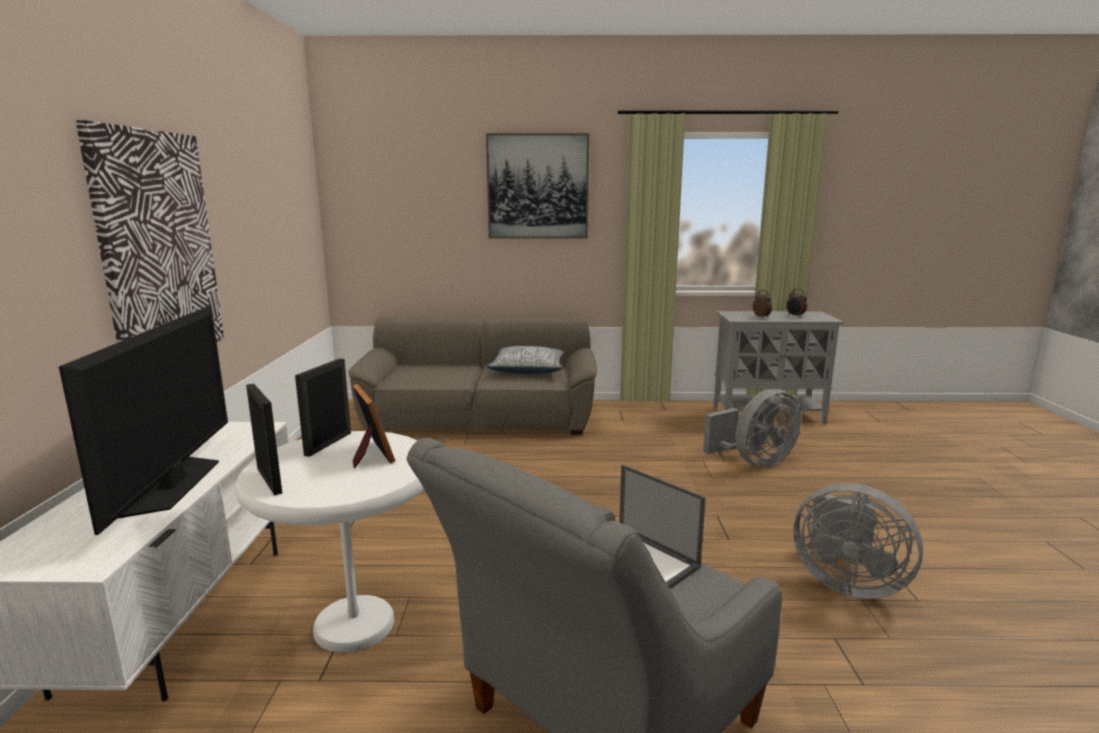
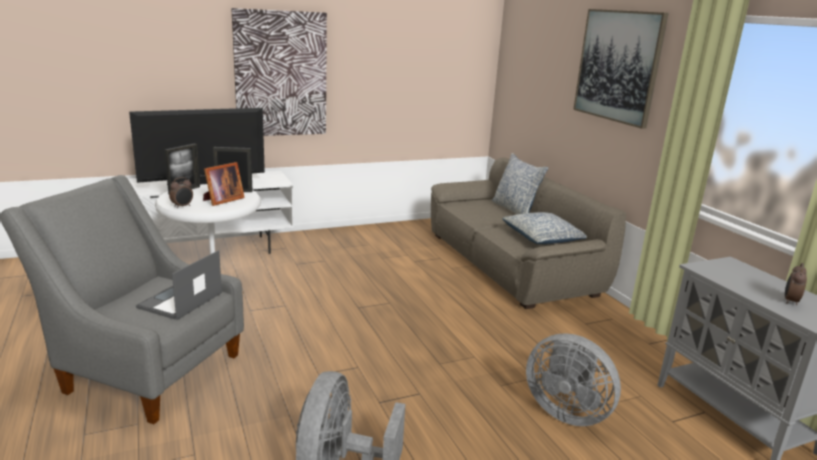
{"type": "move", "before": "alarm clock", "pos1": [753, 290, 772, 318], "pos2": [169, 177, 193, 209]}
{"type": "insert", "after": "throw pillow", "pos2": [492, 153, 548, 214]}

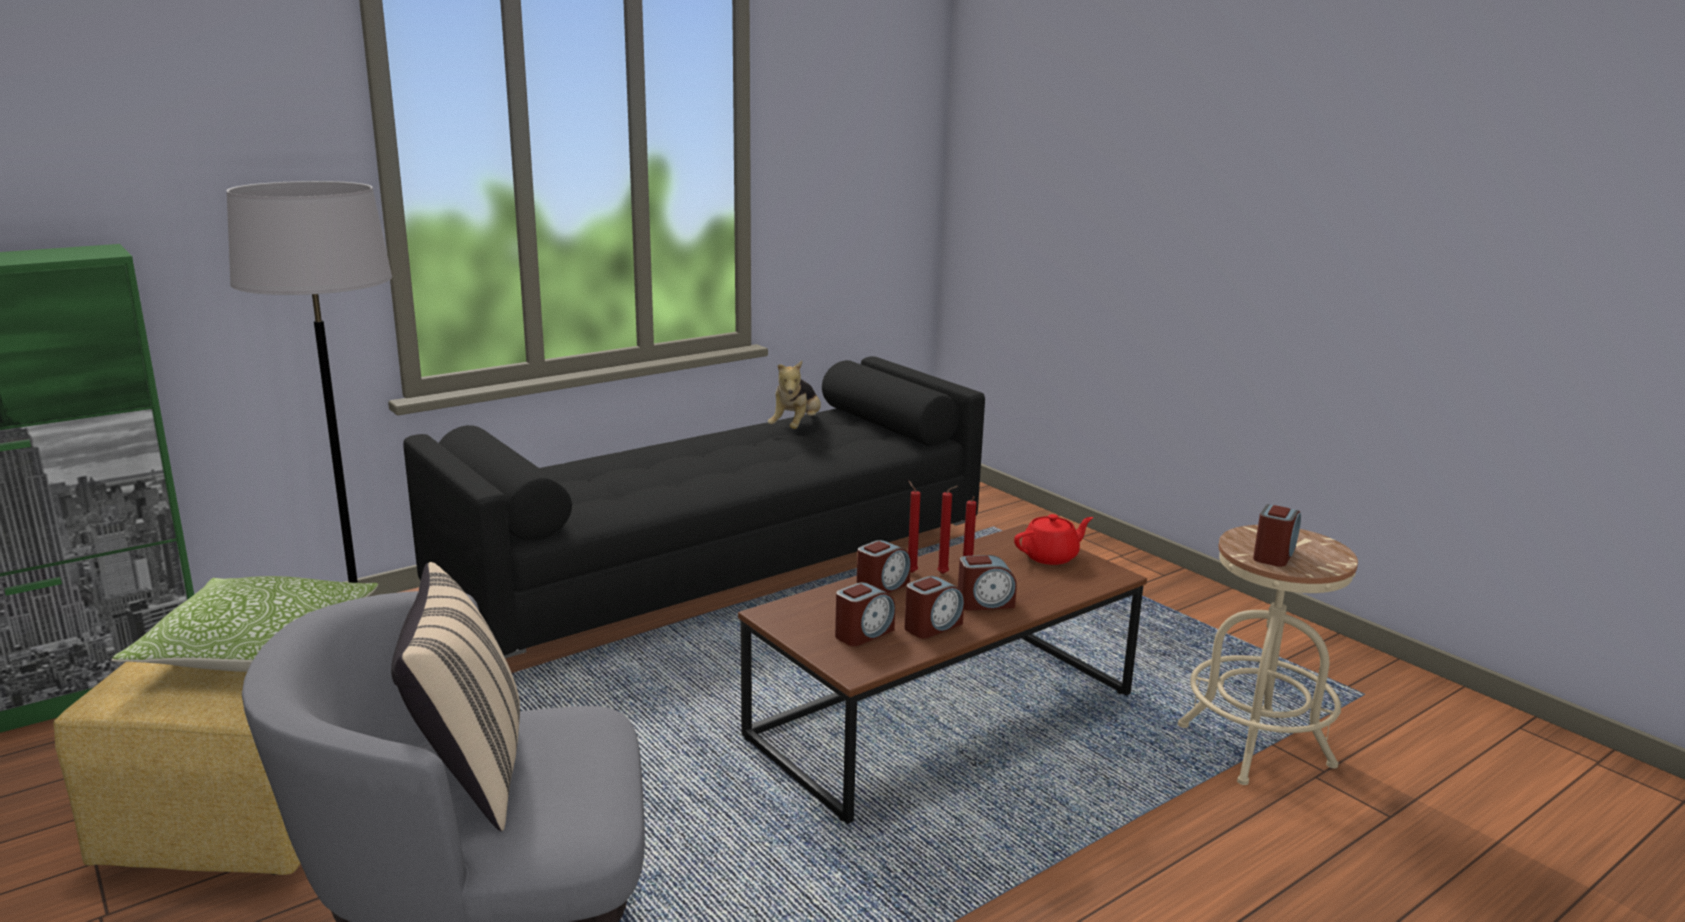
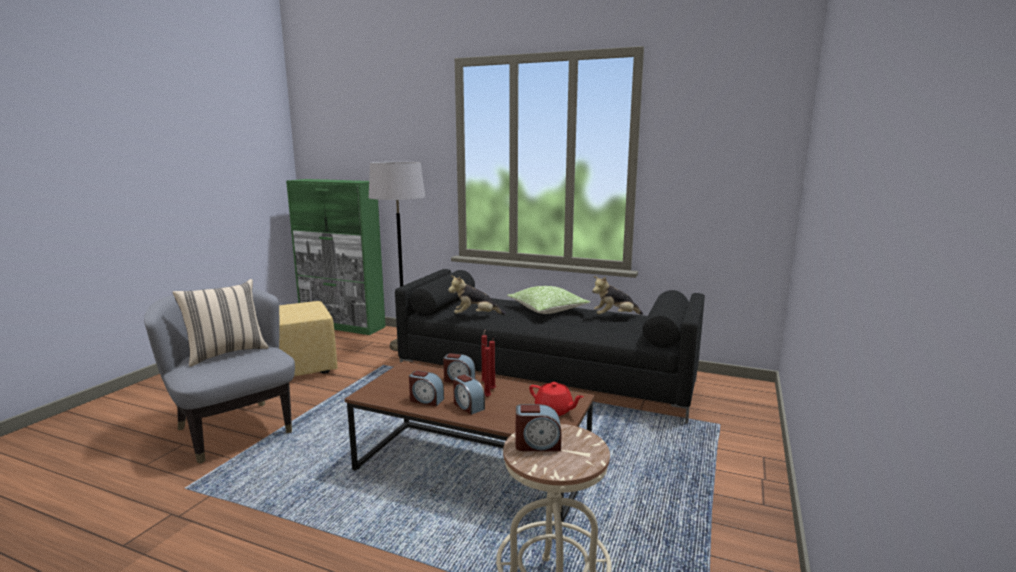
{"type": "insert", "after": "plush toy", "pos2": [448, 275, 506, 315]}
{"type": "move", "before": "throw pillow", "pos1": [111, 576, 378, 672], "pos2": [507, 286, 590, 314]}
{"type": "delete", "before": "alarm clock", "pos1": [835, 582, 895, 646]}

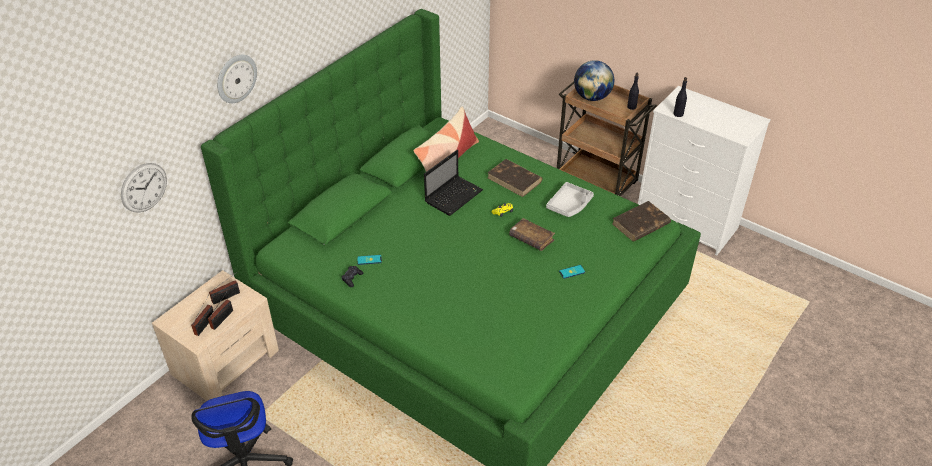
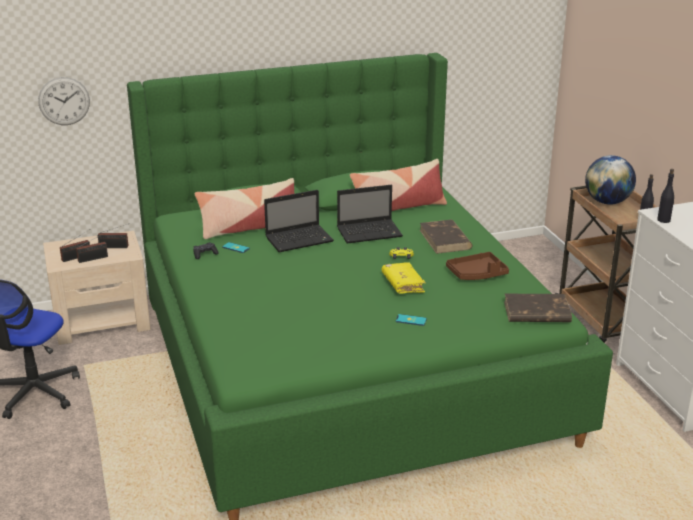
{"type": "insert", "after": "throw pillow", "pos2": [195, 178, 294, 239]}
{"type": "insert", "after": "laptop", "pos2": [264, 190, 334, 252]}
{"type": "recolor", "before": "brown volume", "after": "yellowish volume", "pos1": [509, 218, 555, 251], "pos2": [382, 262, 426, 294]}
{"type": "recolor", "before": "gray tray", "after": "brown tray", "pos1": [546, 182, 594, 217], "pos2": [446, 252, 509, 280]}
{"type": "delete", "before": "clock on the wall", "pos1": [217, 55, 257, 103]}

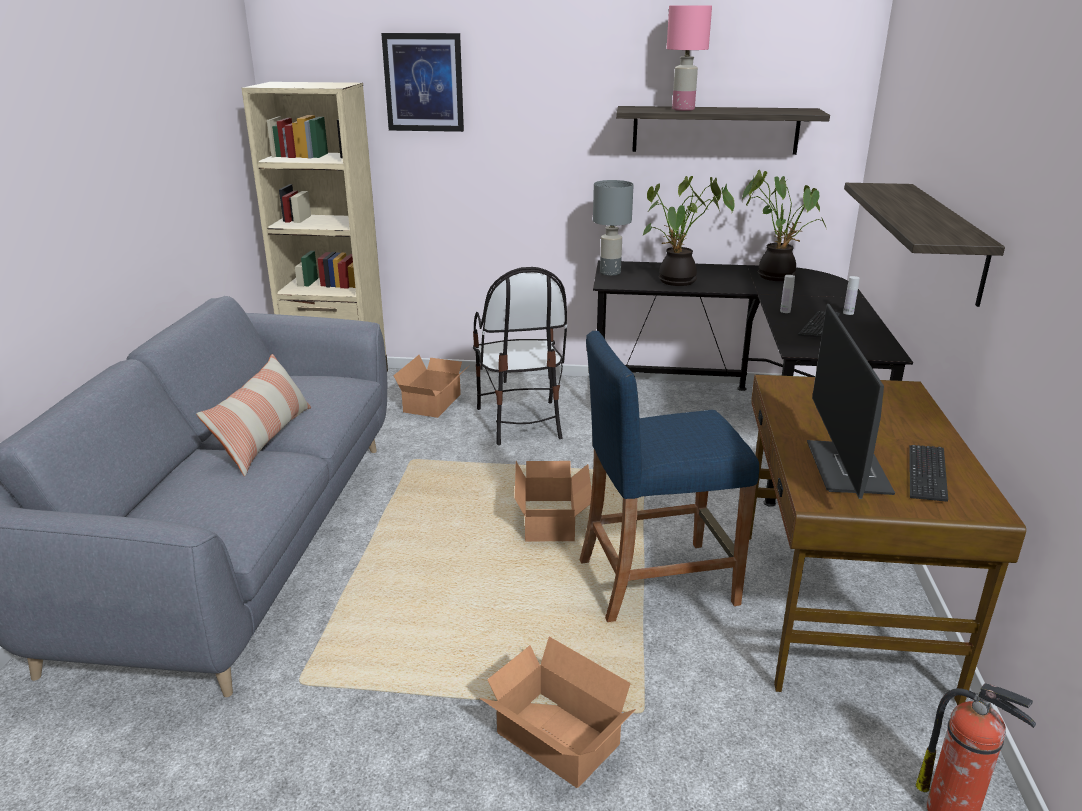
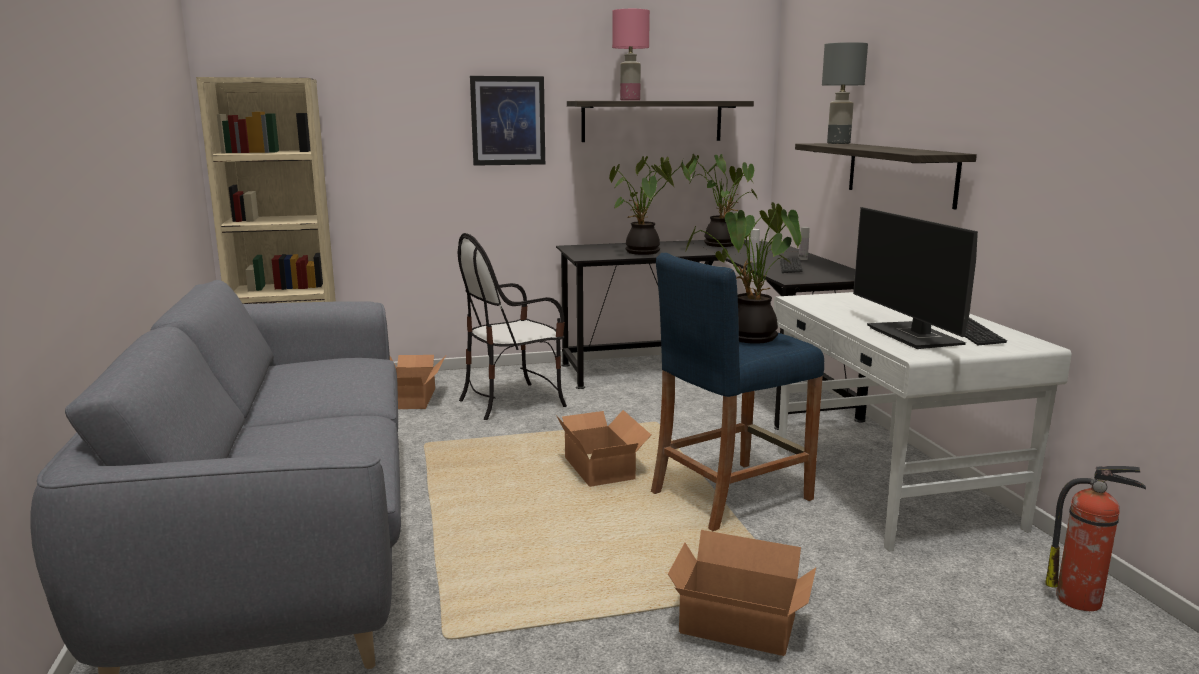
{"type": "rotate", "before": "upright chair", "pos1": [473, 267, 567, 445], "pos2": [458, 233, 567, 420], "turn": 90}
{"type": "move", "before": "wall art", "pos1": [381, 33, 464, 132], "pos2": [470, 76, 545, 166]}
{"type": "insert", "after": "potted plant", "pos2": [684, 202, 802, 344]}
{"type": "recolor", "before": "brown desk table", "after": "white-coloured desk table", "pos1": [749, 374, 1026, 705], "pos2": [774, 292, 1072, 552]}
{"type": "move", "before": "gray tabletop lamp", "pos1": [593, 180, 634, 276], "pos2": [822, 42, 868, 144]}
{"type": "delete", "before": "throw pillow", "pos1": [196, 354, 311, 476]}

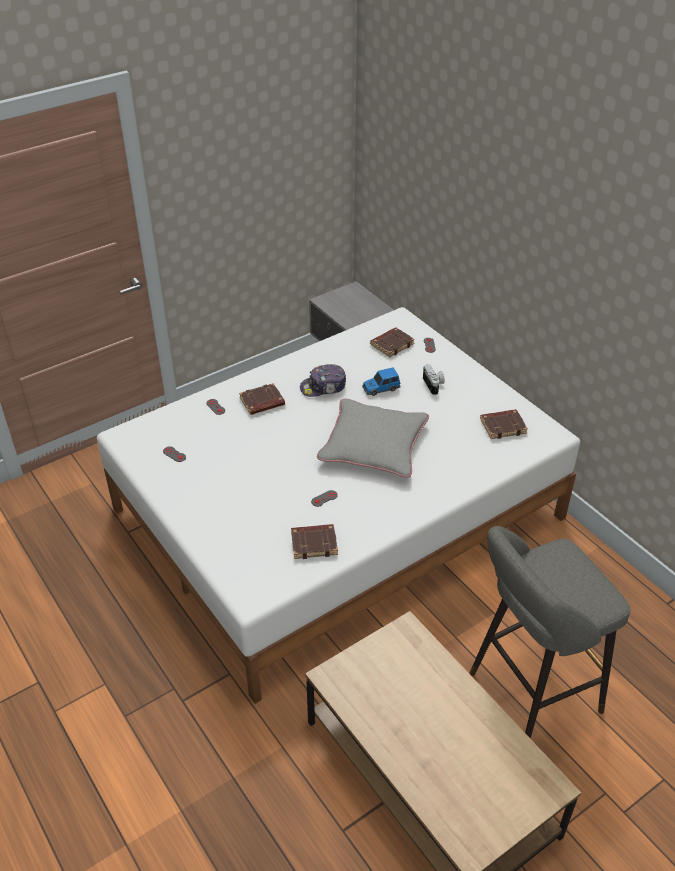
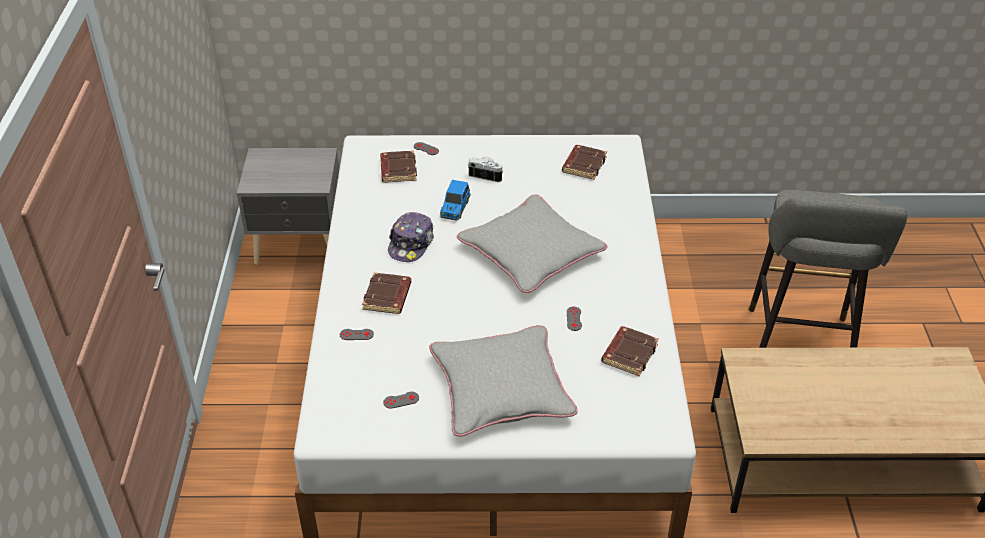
{"type": "insert", "after": "gray throw pillow", "pos2": [429, 325, 578, 437]}

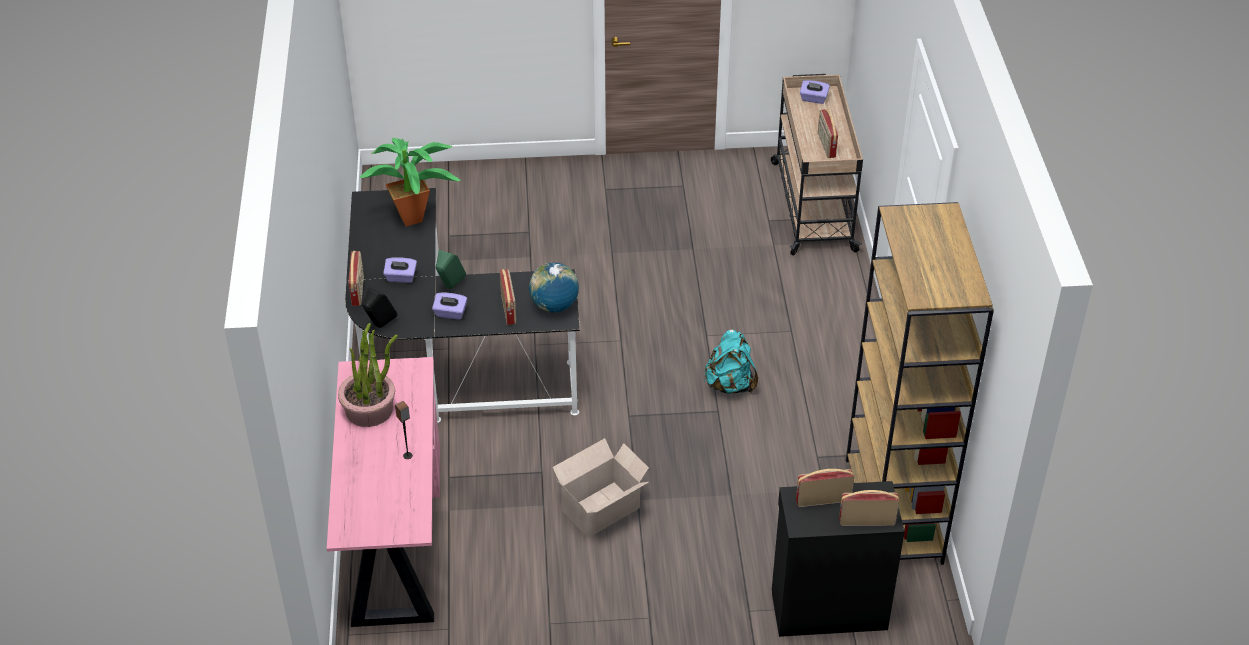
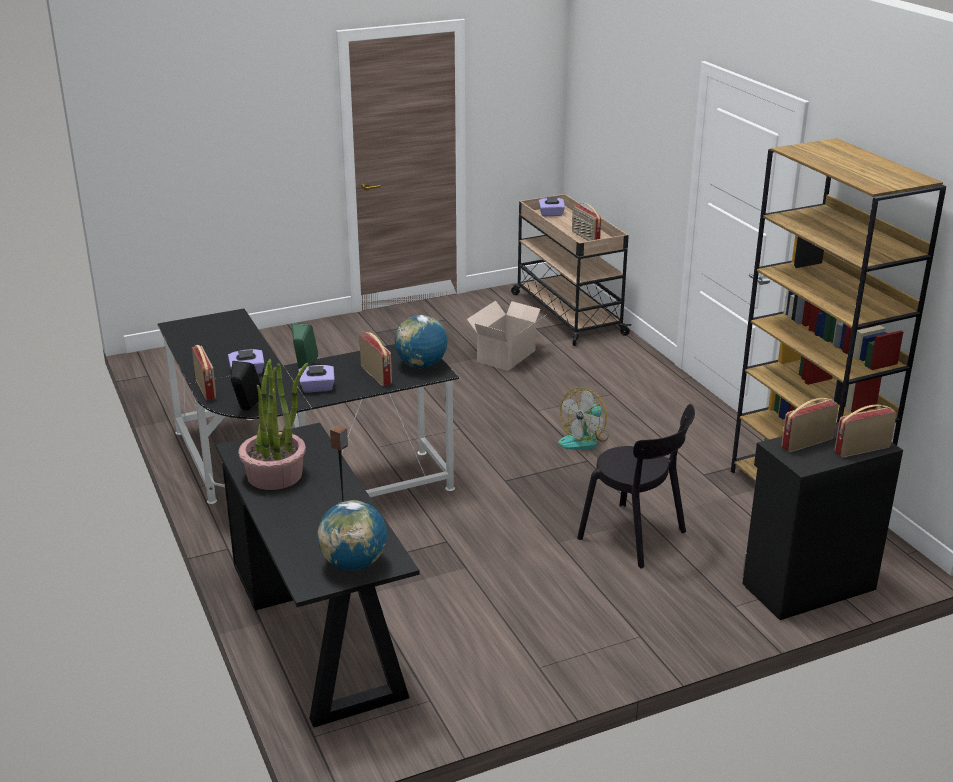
{"type": "recolor", "before": "pink desk table", "after": "blackish desk table", "pos1": [327, 357, 440, 627], "pos2": [216, 423, 420, 728]}
{"type": "insert", "after": "globe", "pos2": [317, 500, 387, 570]}
{"type": "move", "before": "packing box", "pos1": [552, 438, 649, 538], "pos2": [467, 300, 547, 371]}
{"type": "replace", "before": "turquoise backpack", "after": "fan", "pos1": [704, 329, 758, 394], "pos2": [558, 387, 609, 450]}
{"type": "insert", "after": "blackish upright chair", "pos2": [577, 404, 695, 569]}
{"type": "delete", "before": "potted plant", "pos1": [359, 138, 461, 226]}

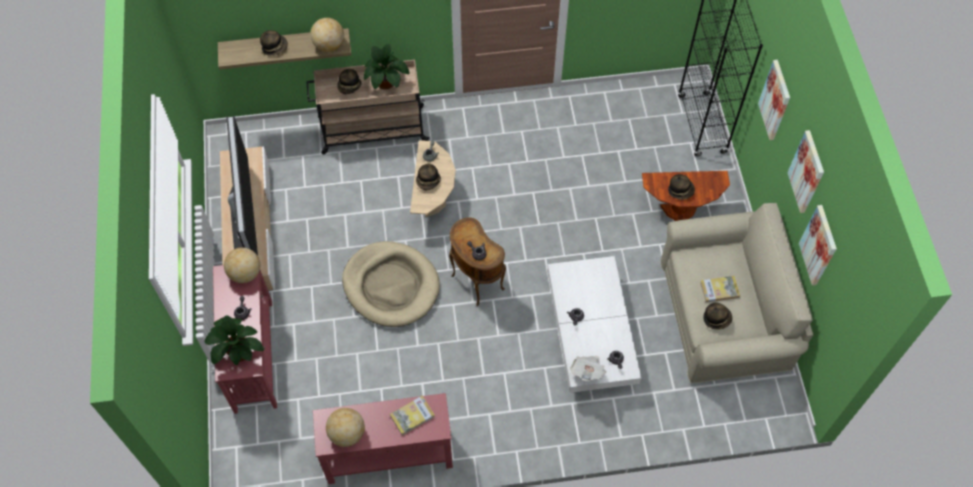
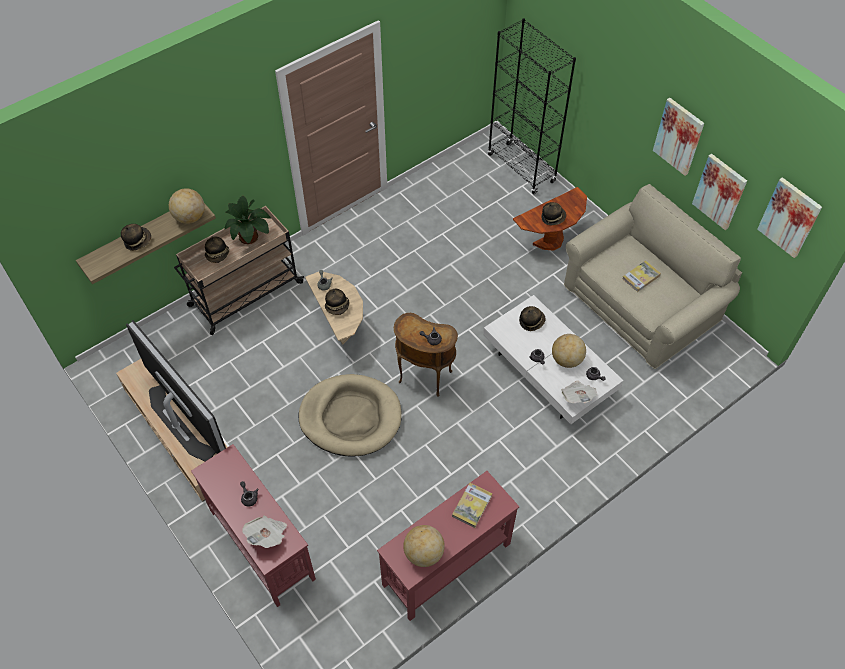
{"type": "replace", "before": "potted plant", "after": "daily paper", "pos1": [204, 315, 264, 365], "pos2": [242, 516, 287, 548]}
{"type": "move", "before": "clothing hat", "pos1": [703, 303, 732, 330], "pos2": [519, 306, 546, 331]}
{"type": "move", "before": "globe", "pos1": [224, 247, 260, 283], "pos2": [552, 334, 586, 368]}
{"type": "move", "before": "wall art", "pos1": [758, 60, 790, 140], "pos2": [757, 177, 822, 258]}

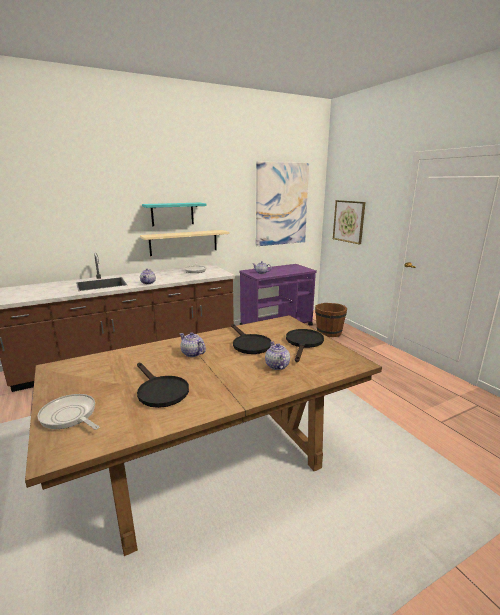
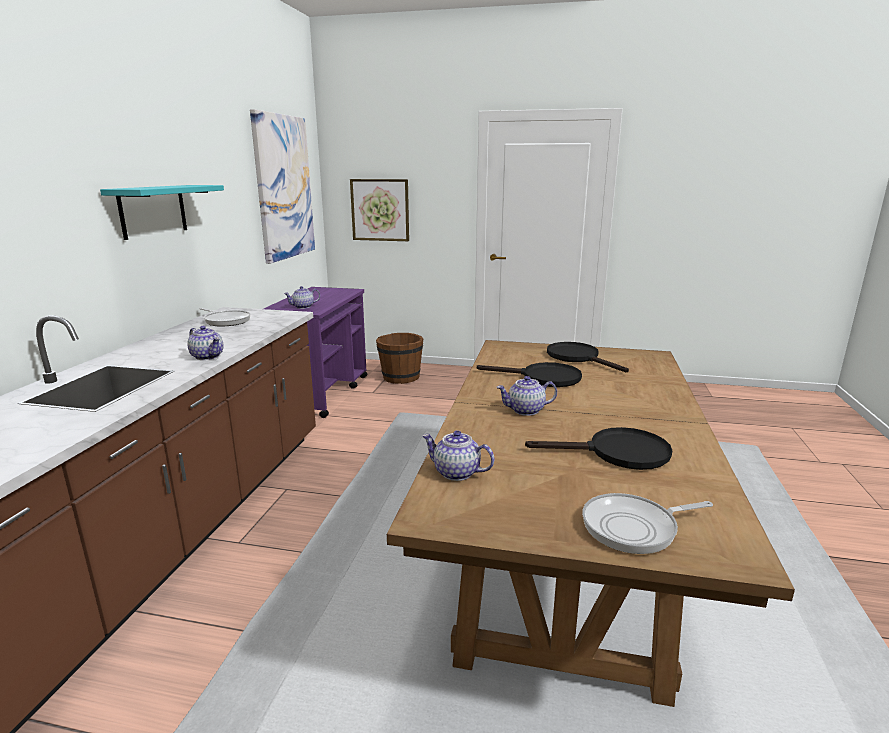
{"type": "move", "before": "teapot", "pos1": [265, 341, 290, 370], "pos2": [422, 430, 495, 481]}
{"type": "delete", "before": "beige-coloured bracket shelf", "pos1": [140, 230, 230, 256]}

